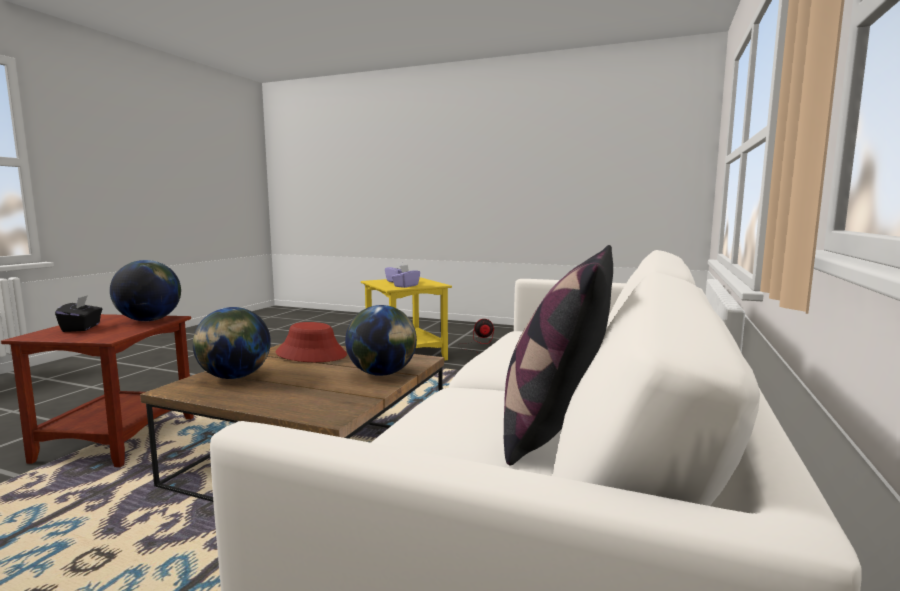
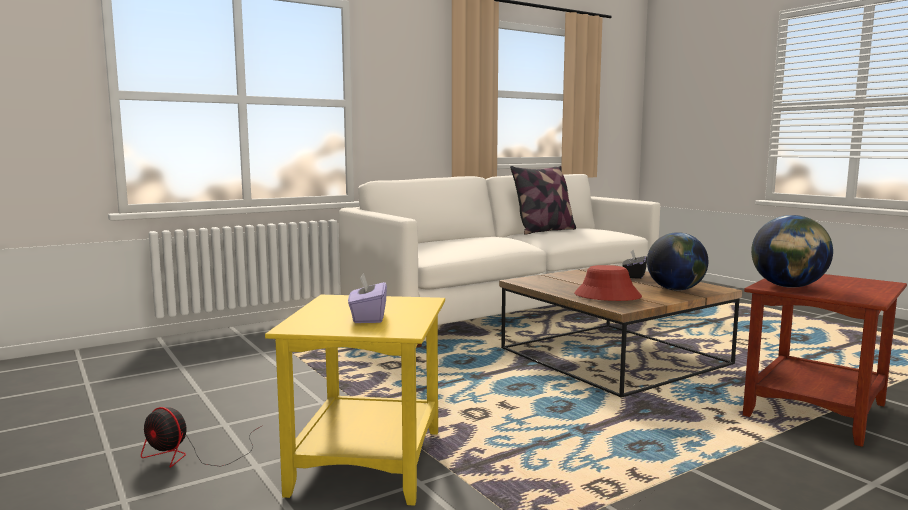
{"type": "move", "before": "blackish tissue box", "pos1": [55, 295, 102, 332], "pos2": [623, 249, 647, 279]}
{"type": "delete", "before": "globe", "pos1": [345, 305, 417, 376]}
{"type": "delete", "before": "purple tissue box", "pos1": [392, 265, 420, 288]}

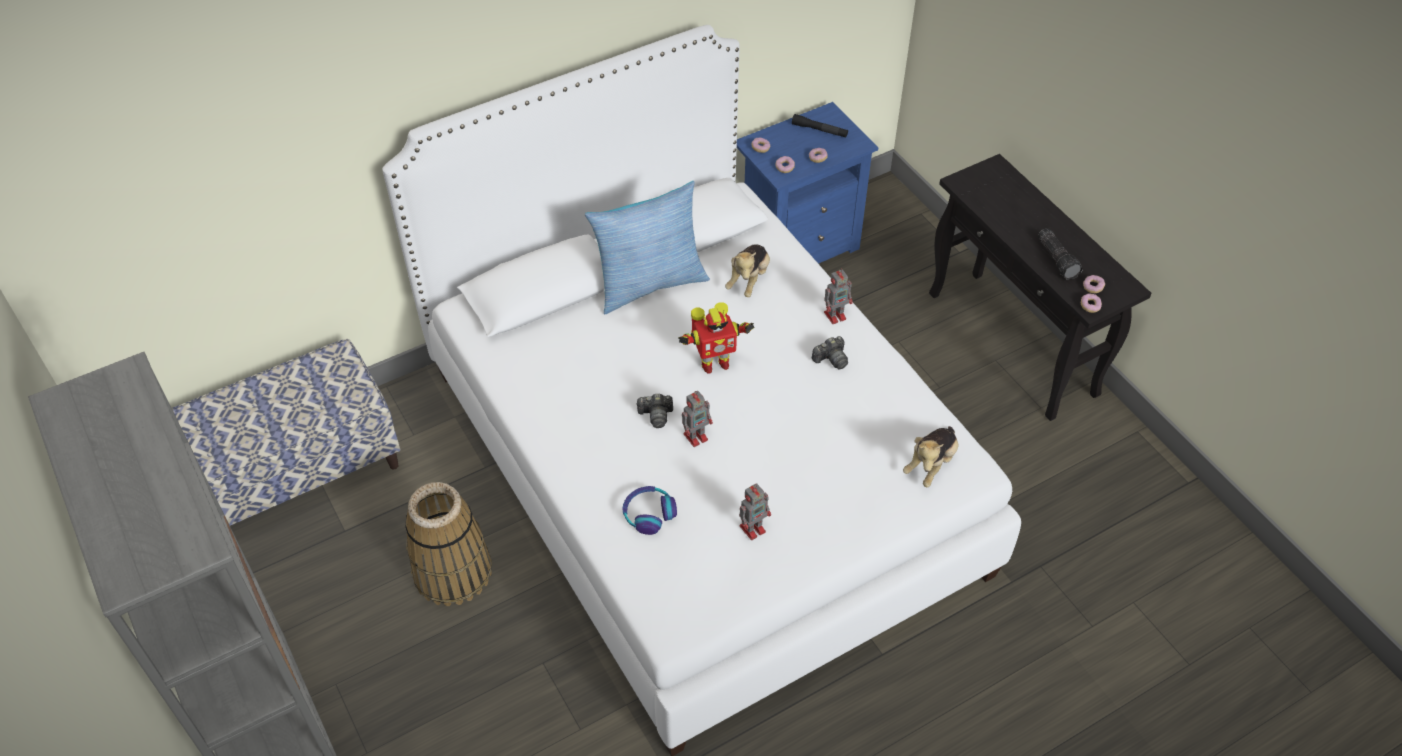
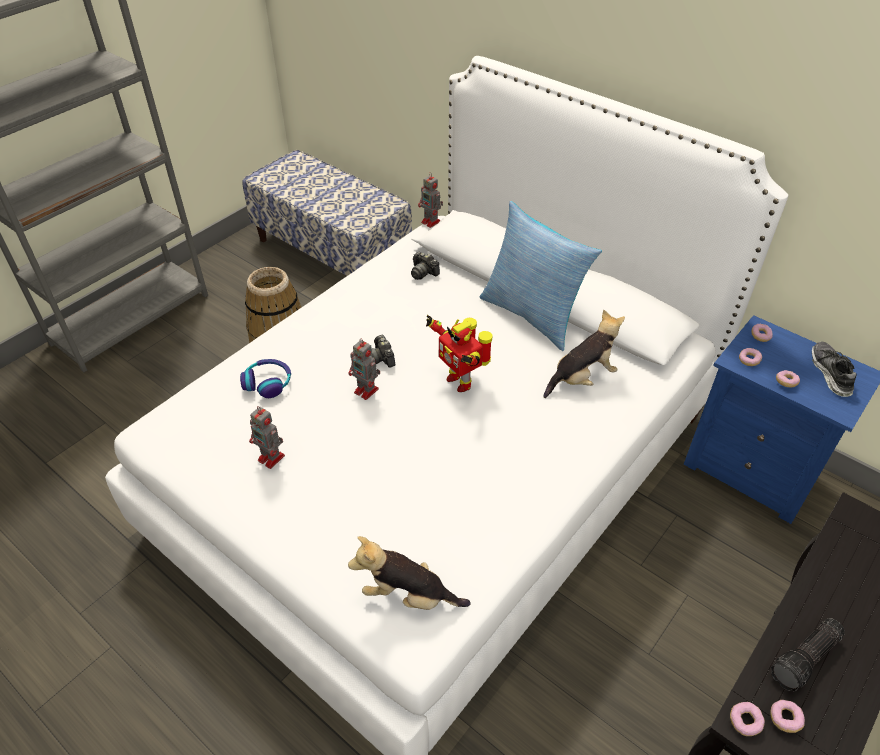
{"type": "move", "before": "photo camera", "pos1": [812, 336, 848, 369], "pos2": [411, 252, 440, 280]}
{"type": "move", "before": "model robot", "pos1": [824, 268, 853, 324], "pos2": [418, 172, 443, 228]}
{"type": "rotate", "before": "plush toy", "pos1": [725, 245, 770, 297], "pos2": [544, 310, 625, 398], "turn": 150}
{"type": "replace", "before": "blackish hand torch", "after": "low shoe", "pos1": [792, 114, 848, 138], "pos2": [812, 342, 856, 397]}

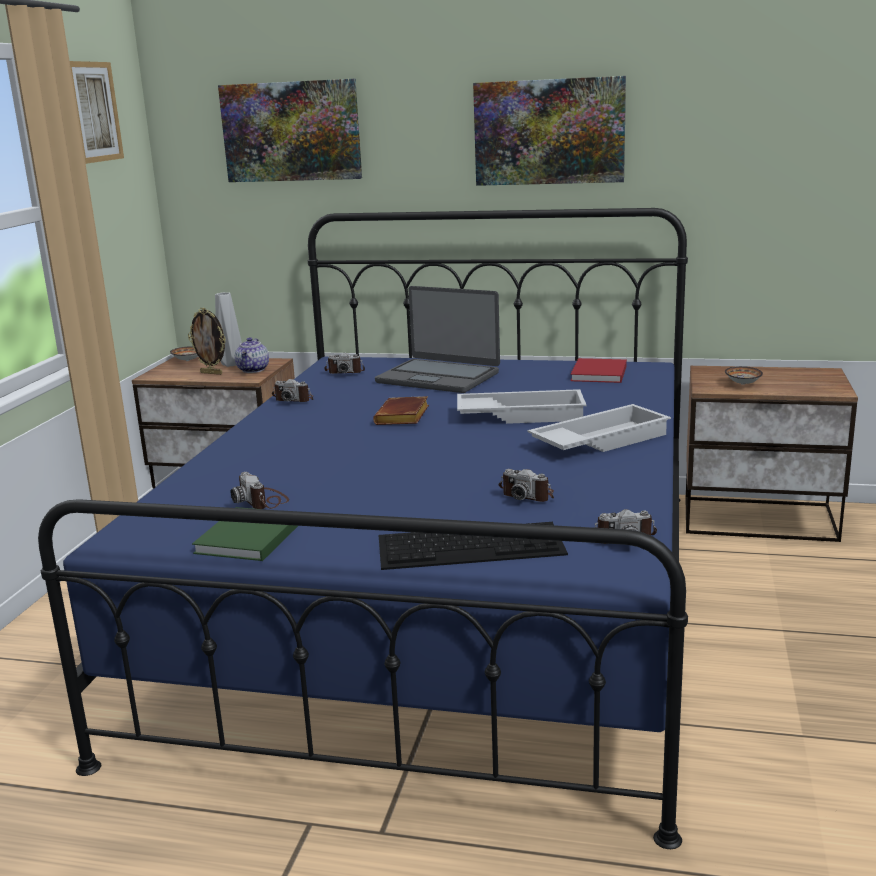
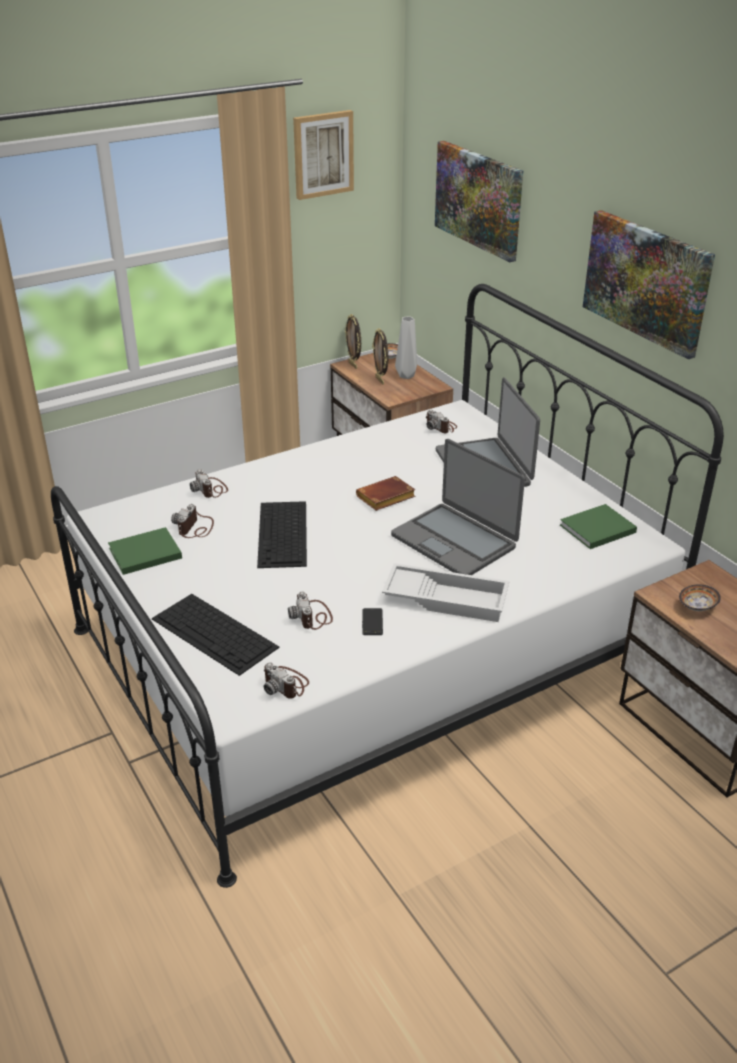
{"type": "recolor", "before": "blue sleeping bed", "after": "white-coloured sleeping bed", "pos1": [38, 208, 688, 849], "pos2": [51, 284, 724, 888]}
{"type": "move", "before": "photo camera", "pos1": [272, 379, 314, 402], "pos2": [190, 469, 228, 498]}
{"type": "insert", "after": "PC keyboard", "pos2": [257, 501, 307, 568]}
{"type": "insert", "after": "photo frame", "pos2": [345, 314, 361, 369]}
{"type": "insert", "after": "telephone", "pos2": [362, 608, 383, 635]}
{"type": "replace", "before": "white-coloured tray", "after": "laptop", "pos1": [457, 389, 586, 424], "pos2": [391, 439, 525, 575]}
{"type": "recolor", "before": "red-coloured volume", "after": "greenish volume", "pos1": [571, 358, 627, 383], "pos2": [560, 504, 637, 549]}
{"type": "delete", "before": "teapot", "pos1": [235, 337, 269, 373]}

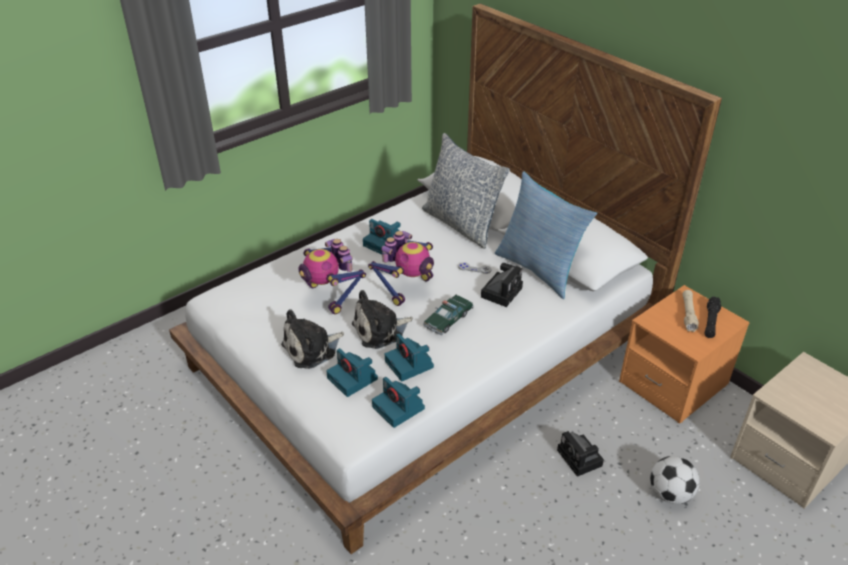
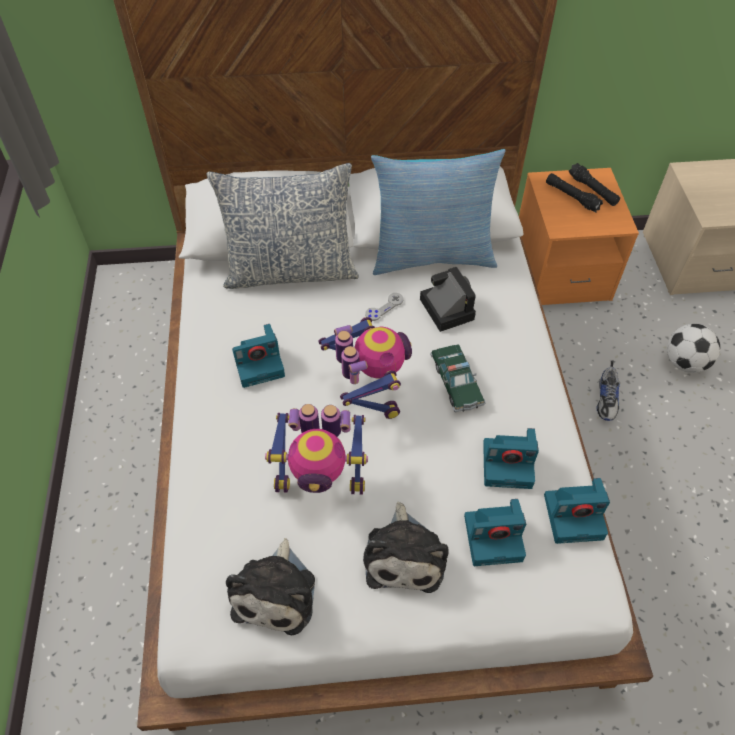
{"type": "move", "before": "plush toy", "pos1": [352, 290, 413, 349], "pos2": [226, 538, 315, 635]}
{"type": "recolor", "before": "beige-coloured hand torch", "after": "blackish hand torch", "pos1": [682, 290, 699, 332], "pos2": [546, 173, 603, 213]}
{"type": "replace", "before": "photo camera", "after": "low shoe", "pos1": [557, 431, 604, 477], "pos2": [597, 361, 620, 421]}

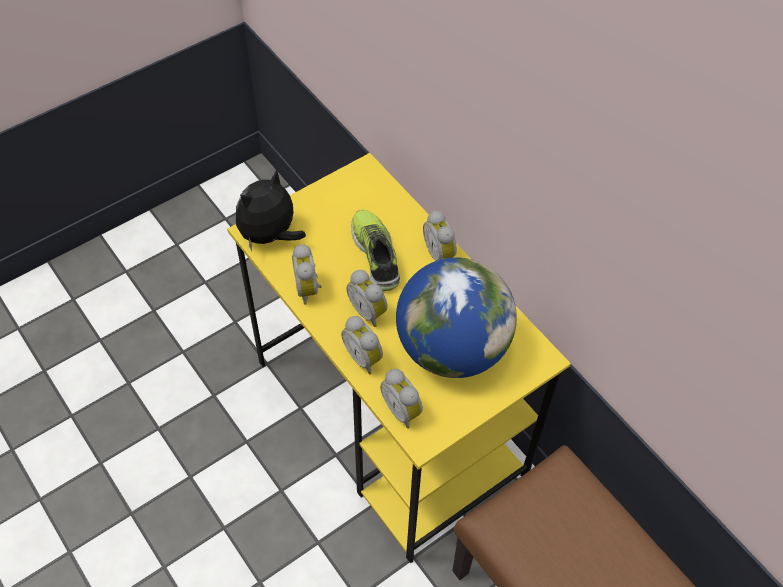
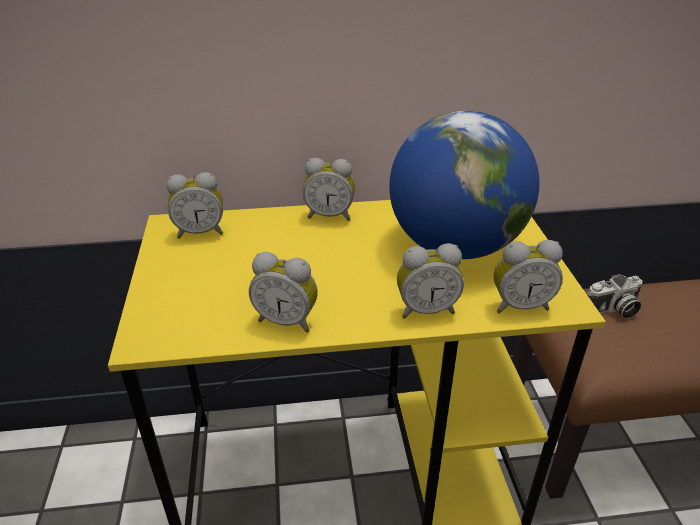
{"type": "move", "before": "alarm clock", "pos1": [346, 270, 388, 327], "pos2": [166, 172, 223, 239]}
{"type": "insert", "after": "photo camera", "pos2": [588, 274, 643, 318]}
{"type": "delete", "before": "plush toy", "pos1": [236, 169, 306, 251]}
{"type": "delete", "before": "low shoe", "pos1": [351, 209, 400, 291]}

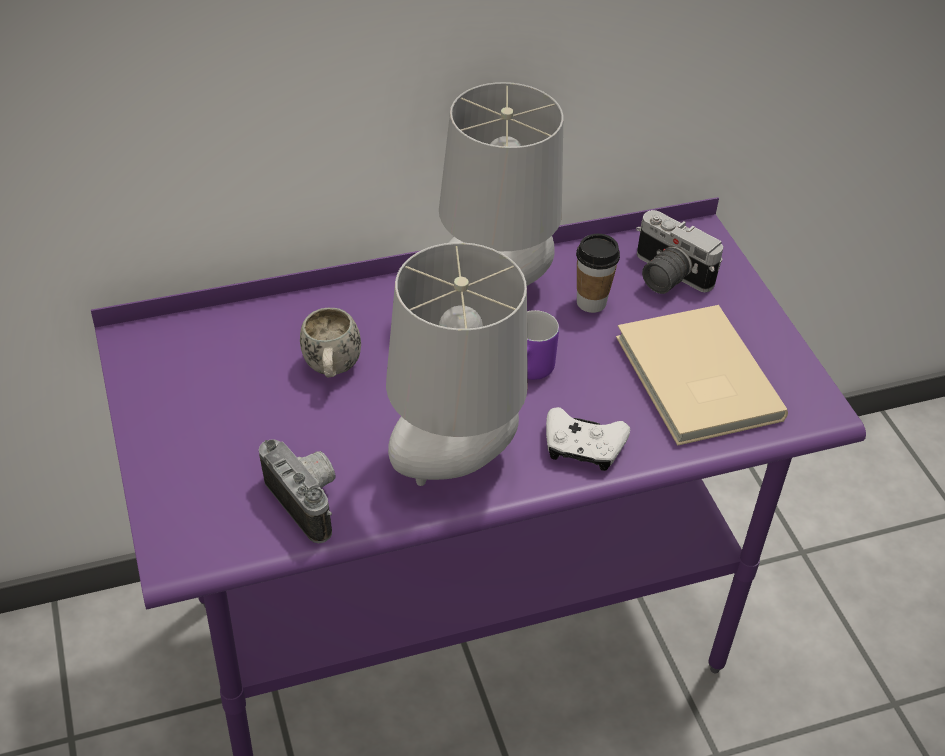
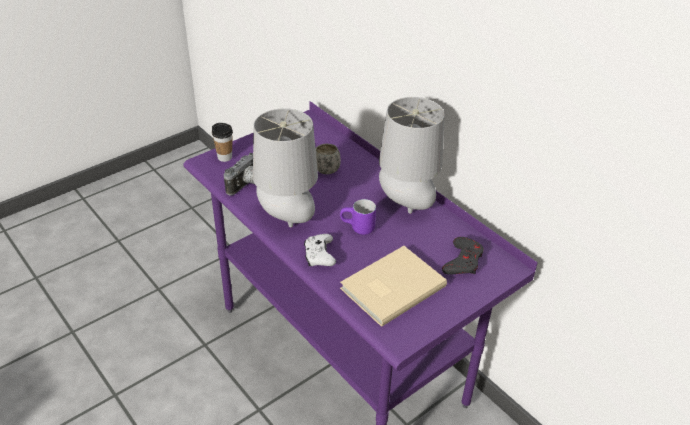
{"type": "move", "before": "drinking cup", "pos1": [576, 234, 620, 313], "pos2": [212, 123, 233, 162]}
{"type": "replace", "before": "photo camera", "after": "gray game controller", "pos1": [636, 210, 723, 294], "pos2": [442, 237, 484, 275]}

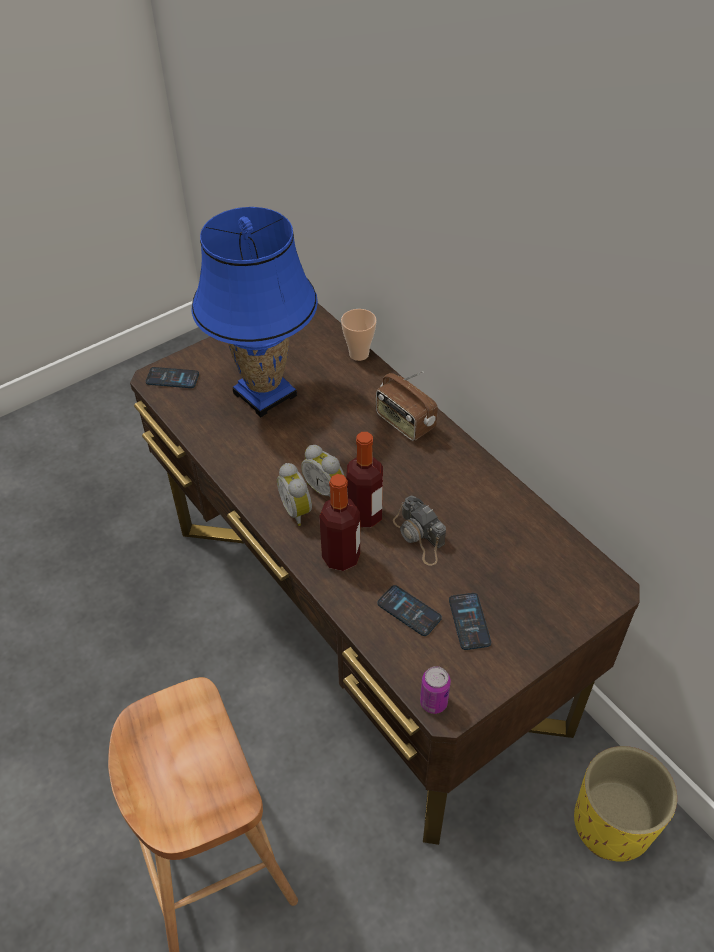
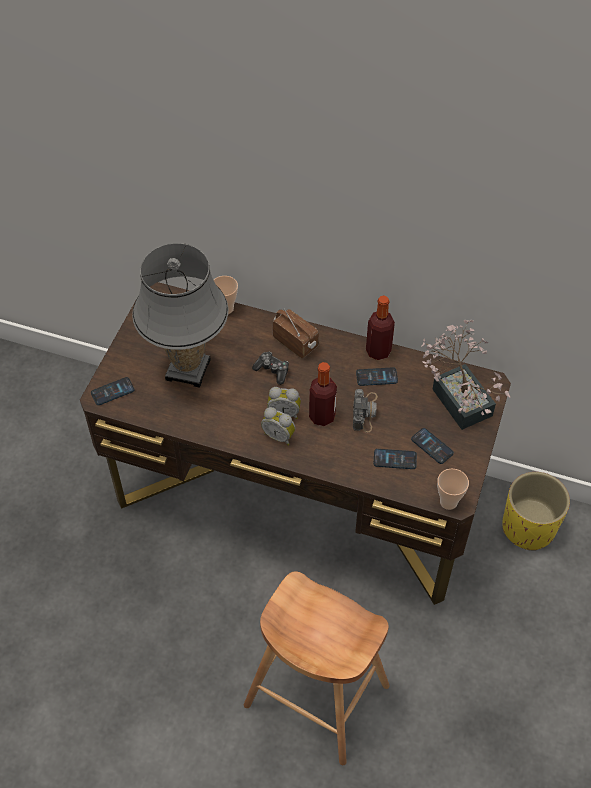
{"type": "recolor", "before": "blue tabletop lamp", "after": "gray tabletop lamp", "pos1": [192, 207, 318, 417], "pos2": [132, 243, 228, 388]}
{"type": "insert", "after": "game controller", "pos2": [252, 352, 289, 385]}
{"type": "rotate", "before": "radio", "pos1": [376, 371, 438, 441], "pos2": [272, 309, 319, 358], "turn": -150}
{"type": "rotate", "before": "photo camera", "pos1": [393, 495, 446, 566], "pos2": [353, 389, 378, 432], "turn": -105}
{"type": "insert", "after": "telephone", "pos2": [356, 367, 398, 386]}
{"type": "move", "before": "drink bottle", "pos1": [319, 474, 360, 571], "pos2": [366, 296, 395, 360]}
{"type": "insert", "after": "potted plant", "pos2": [421, 320, 510, 430]}
{"type": "replace", "before": "can", "after": "drinking cup", "pos1": [420, 666, 451, 714], "pos2": [437, 469, 469, 510]}

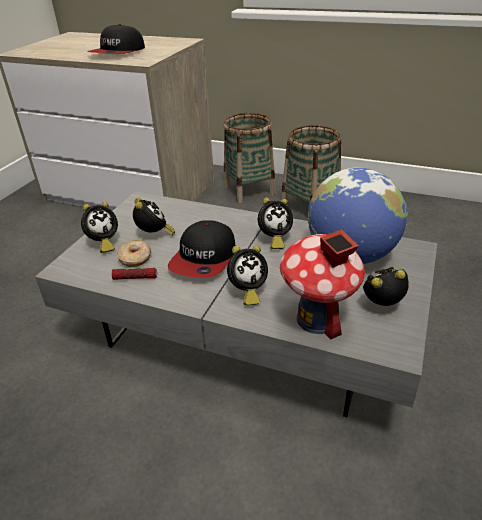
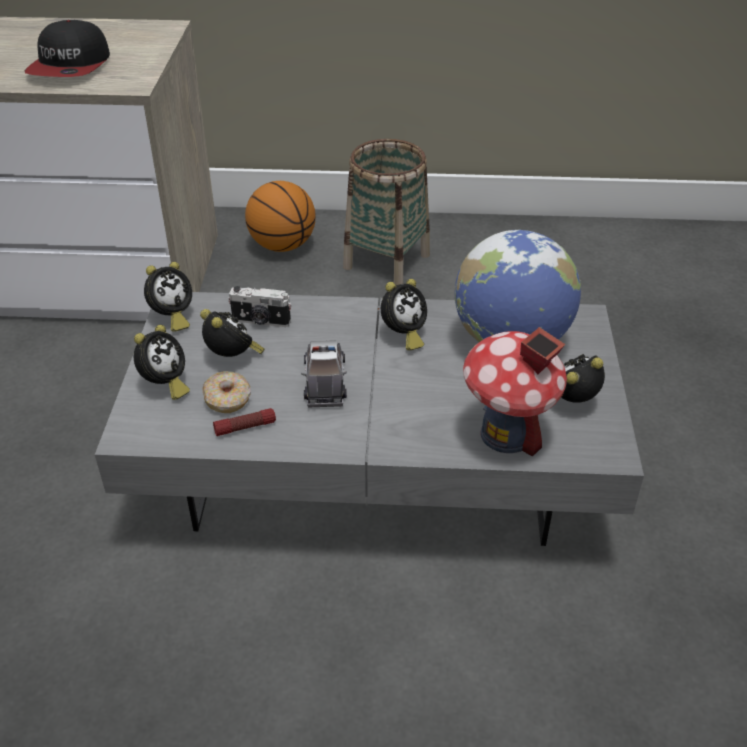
{"type": "move", "before": "alarm clock", "pos1": [227, 245, 268, 306], "pos2": [144, 262, 192, 331]}
{"type": "insert", "after": "photo camera", "pos2": [228, 286, 291, 327]}
{"type": "replace", "before": "storage basket", "after": "ball for basketball", "pos1": [224, 113, 276, 203], "pos2": [245, 181, 316, 252]}
{"type": "replace", "before": "peaked cap", "after": "miniature car", "pos1": [168, 220, 236, 278], "pos2": [301, 341, 347, 408]}

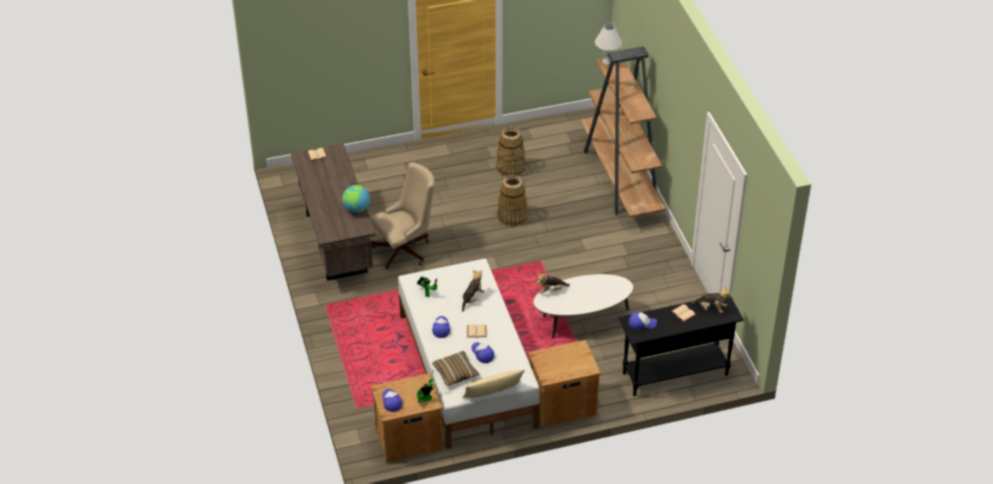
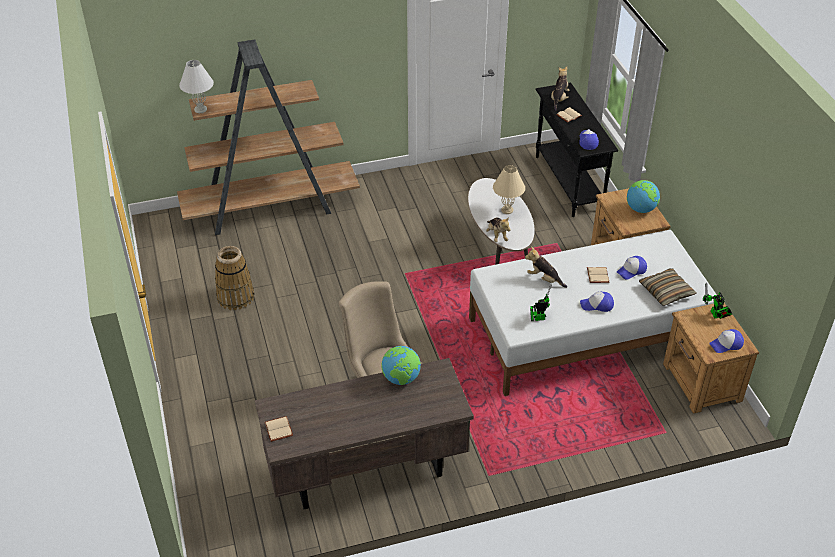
{"type": "insert", "after": "beige-coloured tabletop lamp", "pos2": [493, 165, 525, 214]}
{"type": "insert", "after": "globe", "pos2": [627, 180, 660, 213]}
{"type": "delete", "before": "beige-coloured throw pillow", "pos1": [462, 370, 525, 398]}
{"type": "delete", "before": "storage basket", "pos1": [497, 175, 528, 227]}

